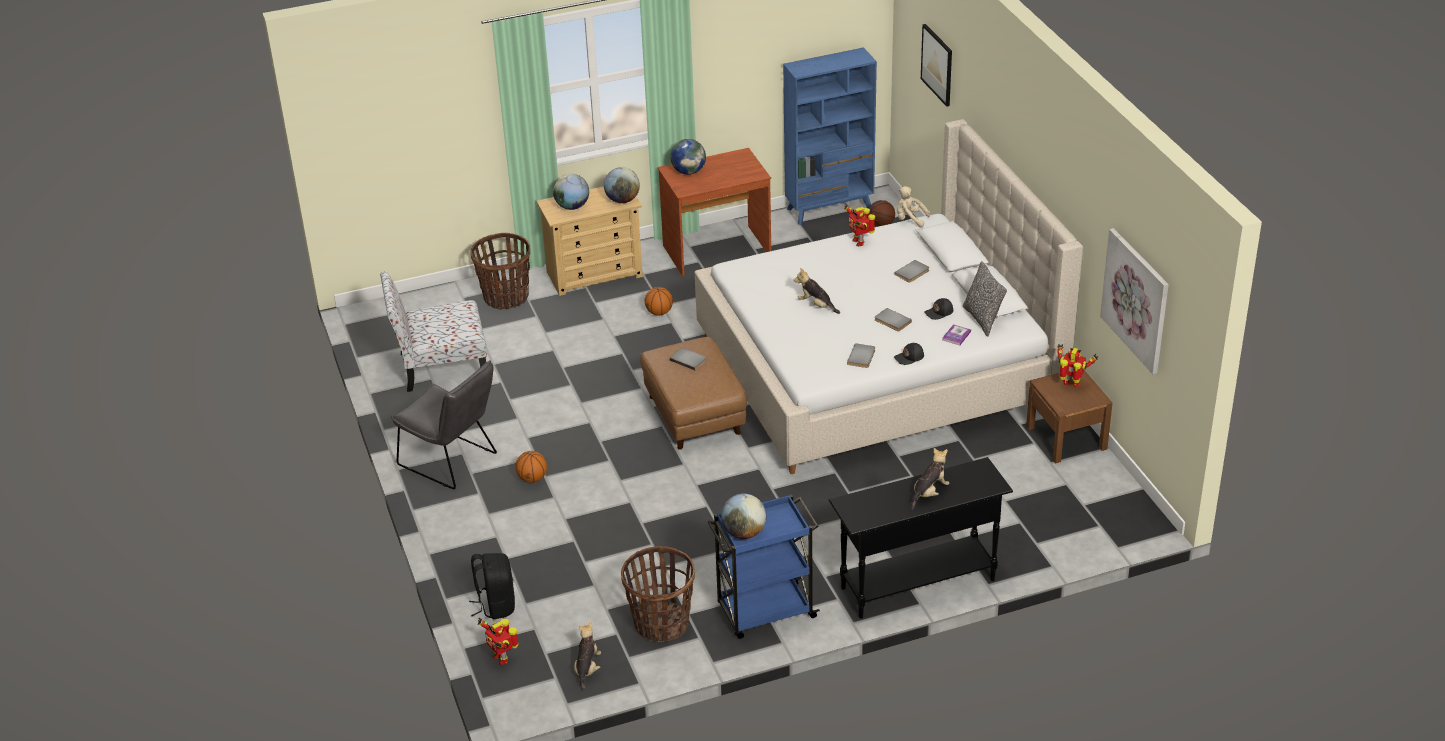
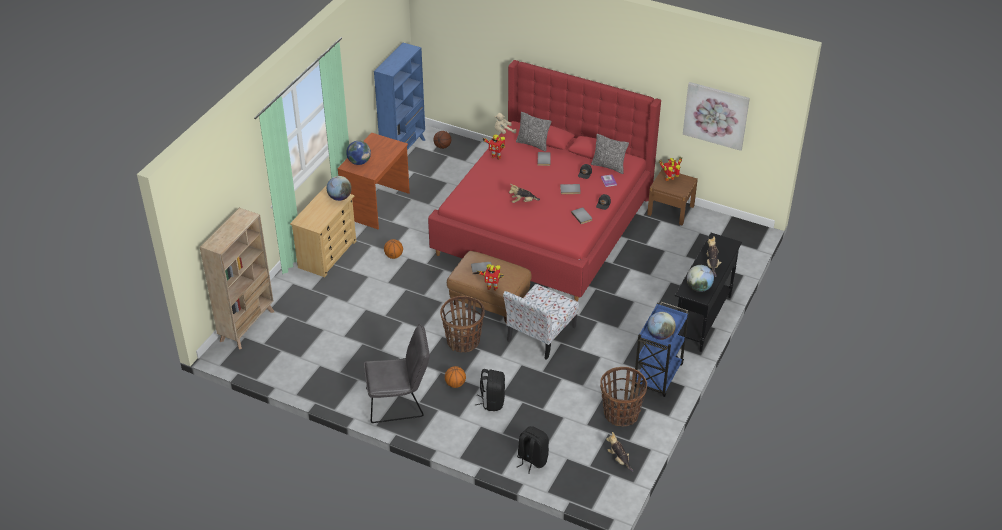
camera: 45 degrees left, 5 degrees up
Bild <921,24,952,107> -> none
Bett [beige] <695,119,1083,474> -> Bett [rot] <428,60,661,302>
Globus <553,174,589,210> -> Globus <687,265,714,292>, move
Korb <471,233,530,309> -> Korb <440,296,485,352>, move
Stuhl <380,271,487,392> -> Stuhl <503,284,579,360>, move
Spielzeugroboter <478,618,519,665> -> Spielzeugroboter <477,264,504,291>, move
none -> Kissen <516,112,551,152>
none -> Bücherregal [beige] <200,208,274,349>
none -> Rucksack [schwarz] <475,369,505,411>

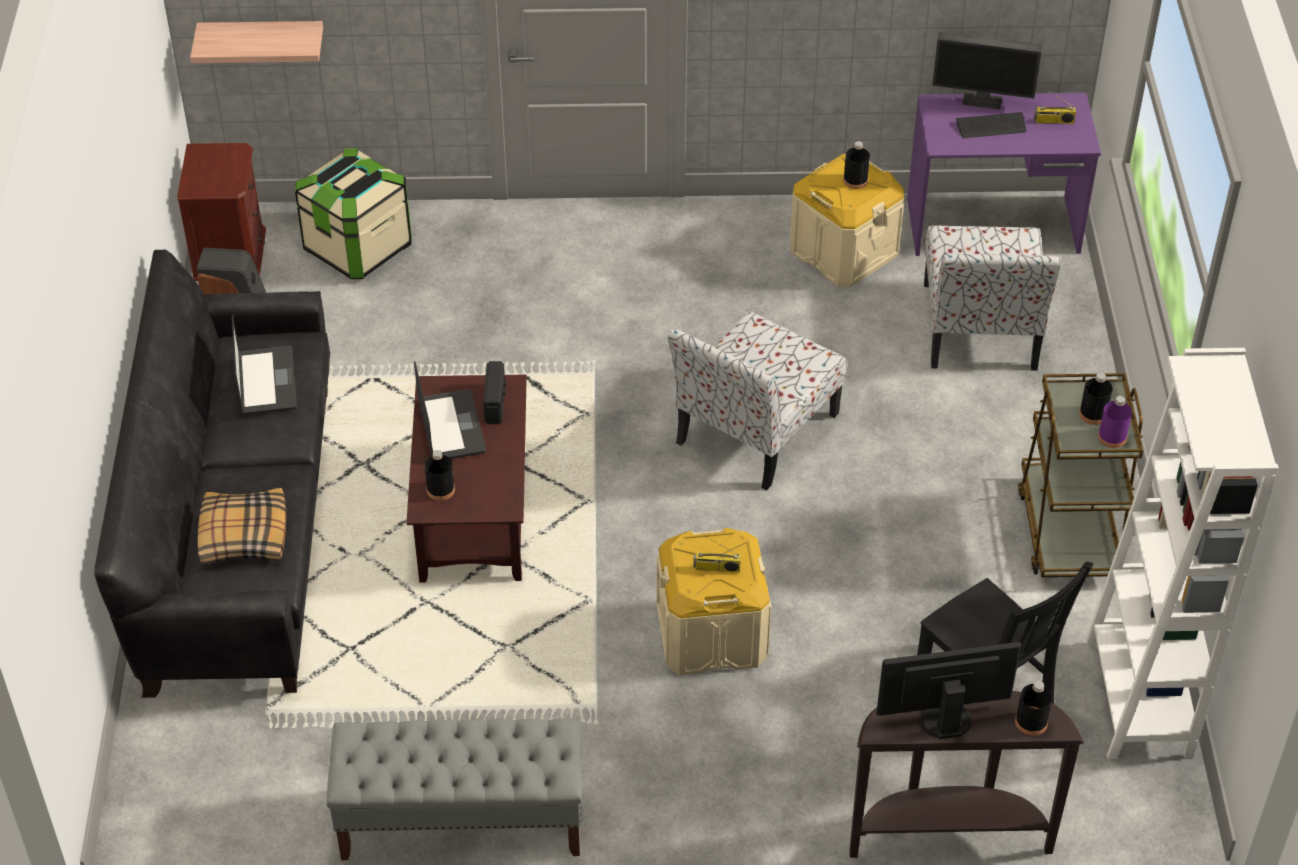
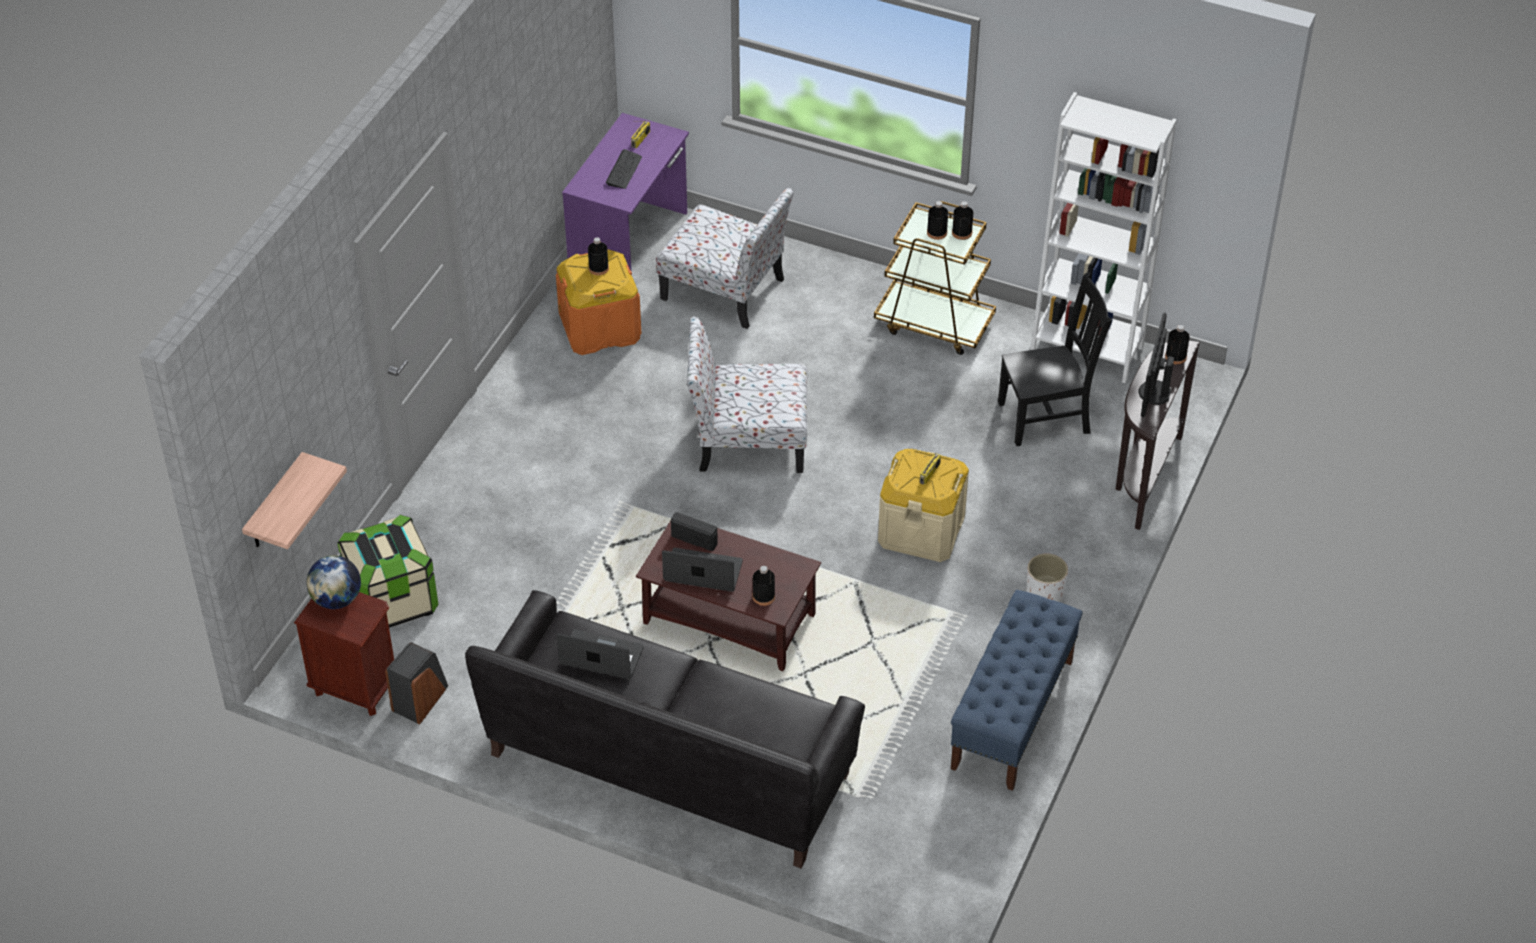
camera: 65 degrees left, 0 degrees up
Monitor <932,32,1043,110> -> none
Aufbewahrungsbox [beige] <790,154,904,287> -> Aufbewahrungsbox [orange] <556,249,642,355>
Stuhl <668,312,847,491> -> Stuhl <687,316,808,473>, 120 degrees clockwise
Flasche [lila] <1098,396,1132,448> -> Flasche [schwarz] <952,201,973,240>
Kissen <197,488,286,565> -> none
Bank [grau] <326,718,582,860> -> Bank [blau] <951,590,1083,791>
none -> Pflanzkübel [weiß] <1026,554,1068,602>
none -> Globus <306,555,361,609>

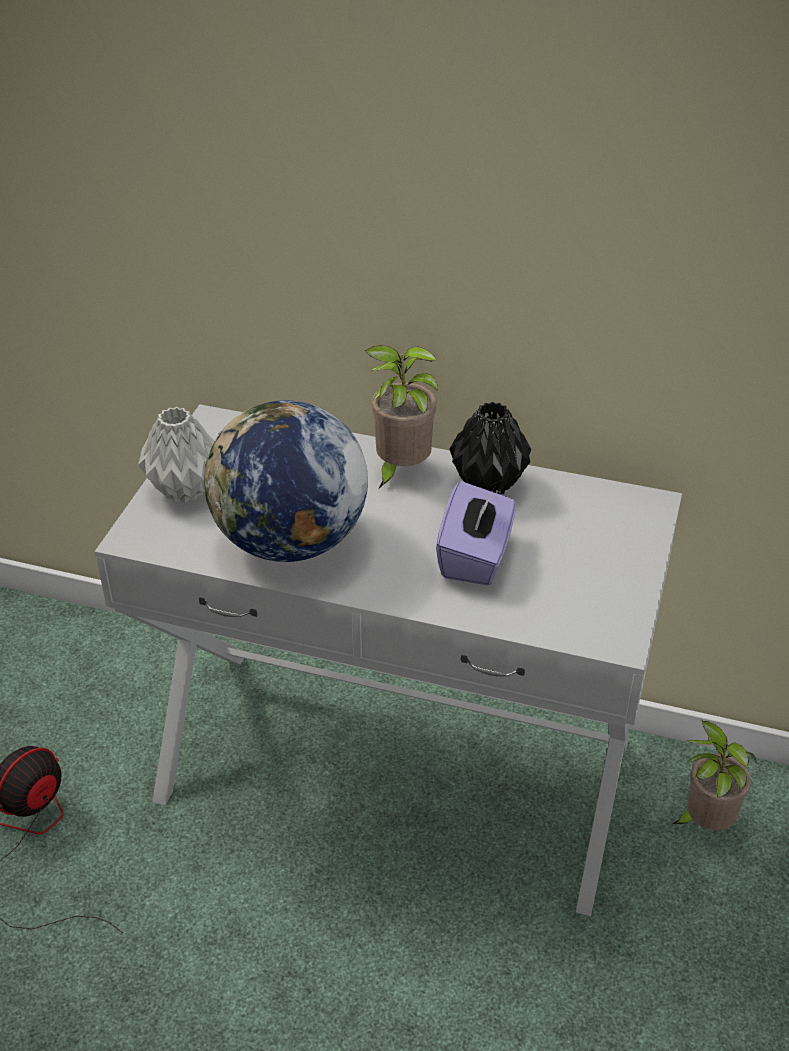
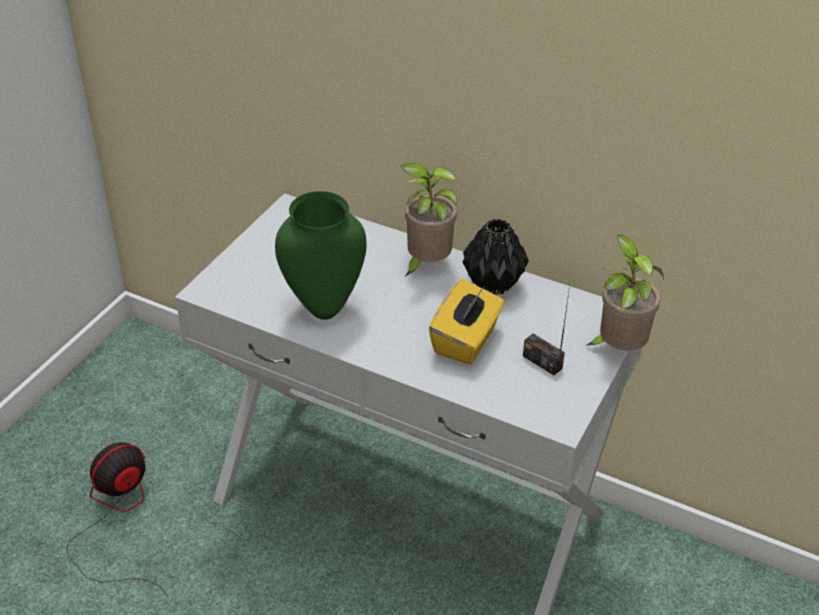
camera: 10 degrees right, 0 degrees up
Globus <204,400,368,562> -> Vase [grün] <275,191,367,320>
Vase [grau] <138,407,215,503> -> none
Taschentuchbox [lila] <436,481,516,585> -> Taschentuchbox [gelb] <429,279,504,364>
Topfpflanze <672,721,757,830> -> Topfpflanze <585,234,664,351>, move
none -> Radio <523,285,570,375>

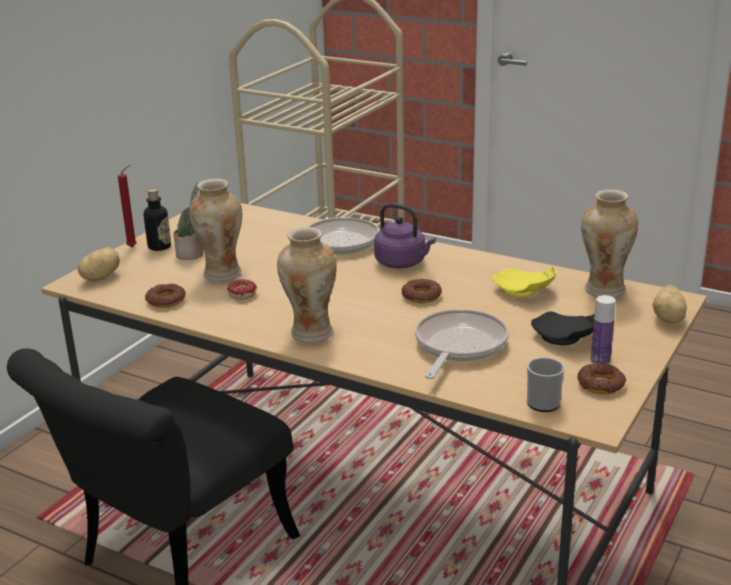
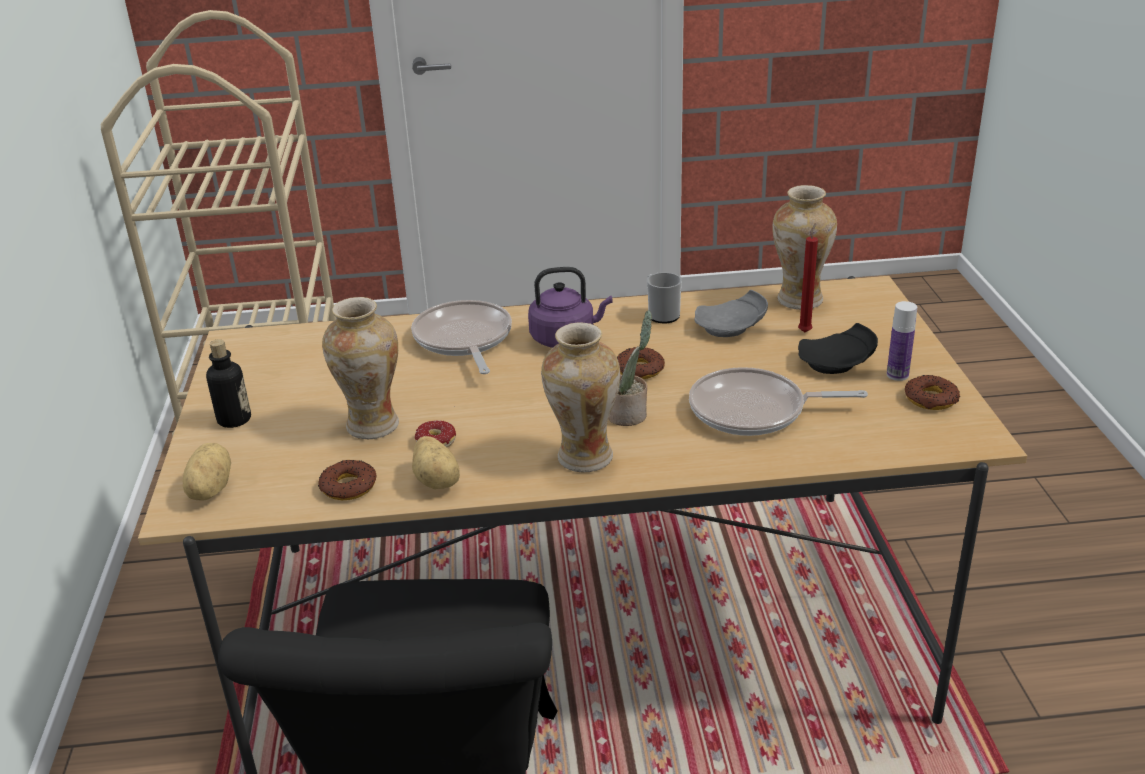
camera: 35 degrees left, 5 degrees up
Kerze [rot] <118,165,137,247> -> Kerze [rot] <798,223,818,332>, move
Topfpflanze <173,183,203,260> -> Topfpflanze <608,310,652,426>, move
Teller [gelb] <493,266,556,298> -> Teller [grau] <694,290,768,337>
Kartoffel <652,285,687,324> -> Kartoffel <412,436,460,489>, move
Pfanne <415,309,509,379> -> Pfanne <689,367,868,436>, 75 degrees counterclockwise
Henkelbecher <527,357,565,412> -> Henkelbecher <647,272,682,323>, move

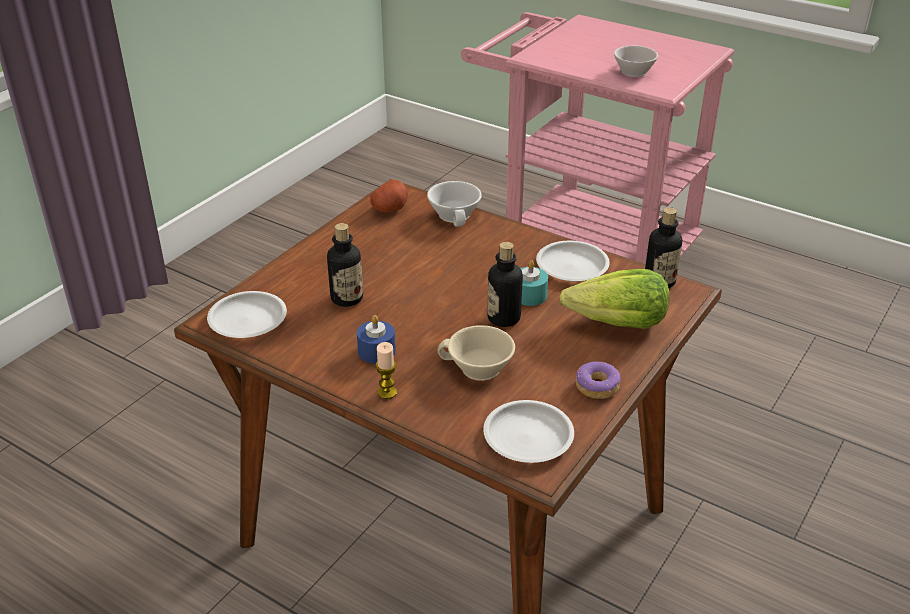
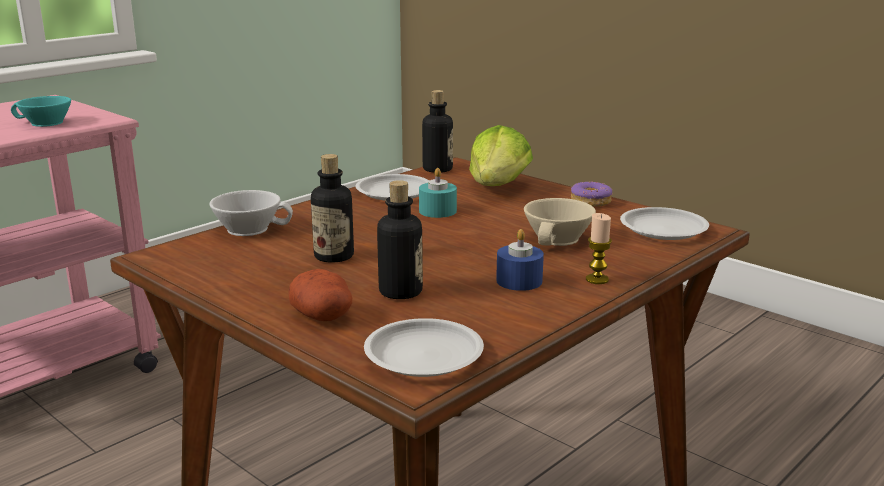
camera: 80 degrees left, 15 degrees down
Tasse [weiß] <614,45,658,77> -> Tasse [türkis] <11,96,71,127>
Kartoffel <370,179,408,212> -> Kartoffel <288,269,352,321>, move
Flasche <487,242,523,327> -> Flasche <311,154,354,263>, move

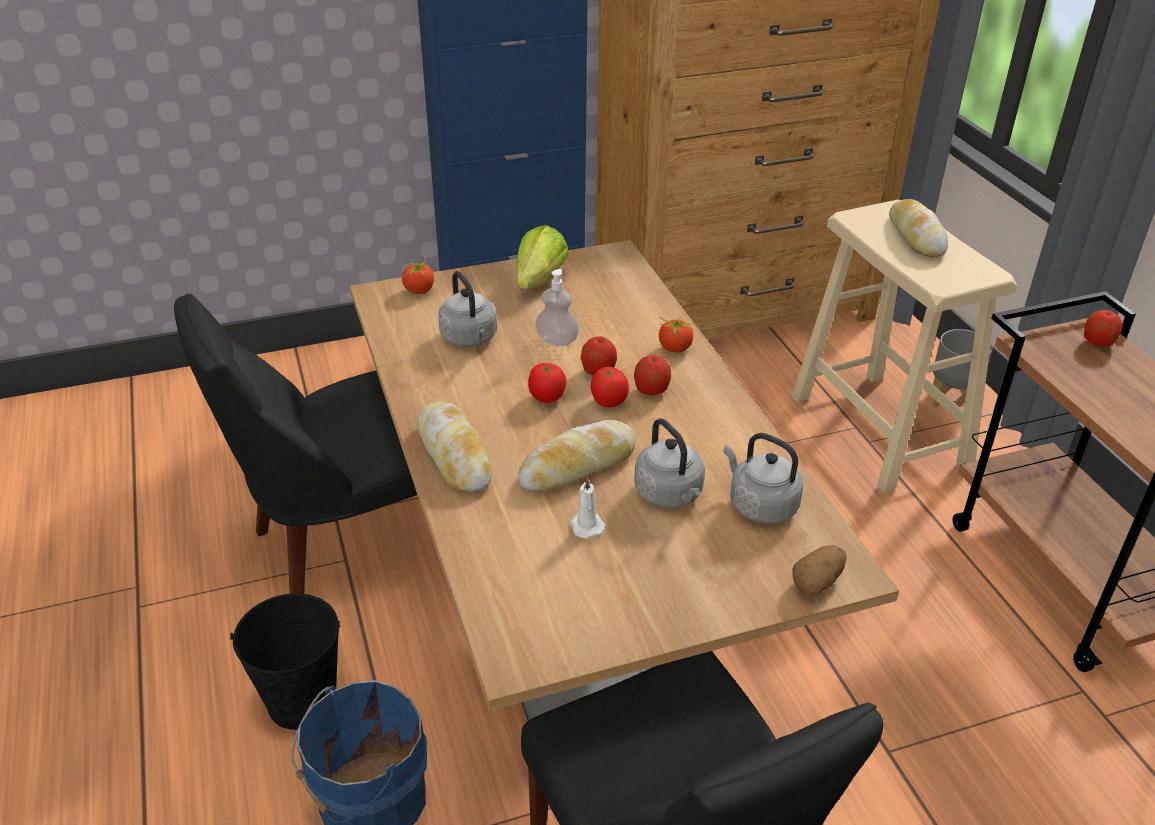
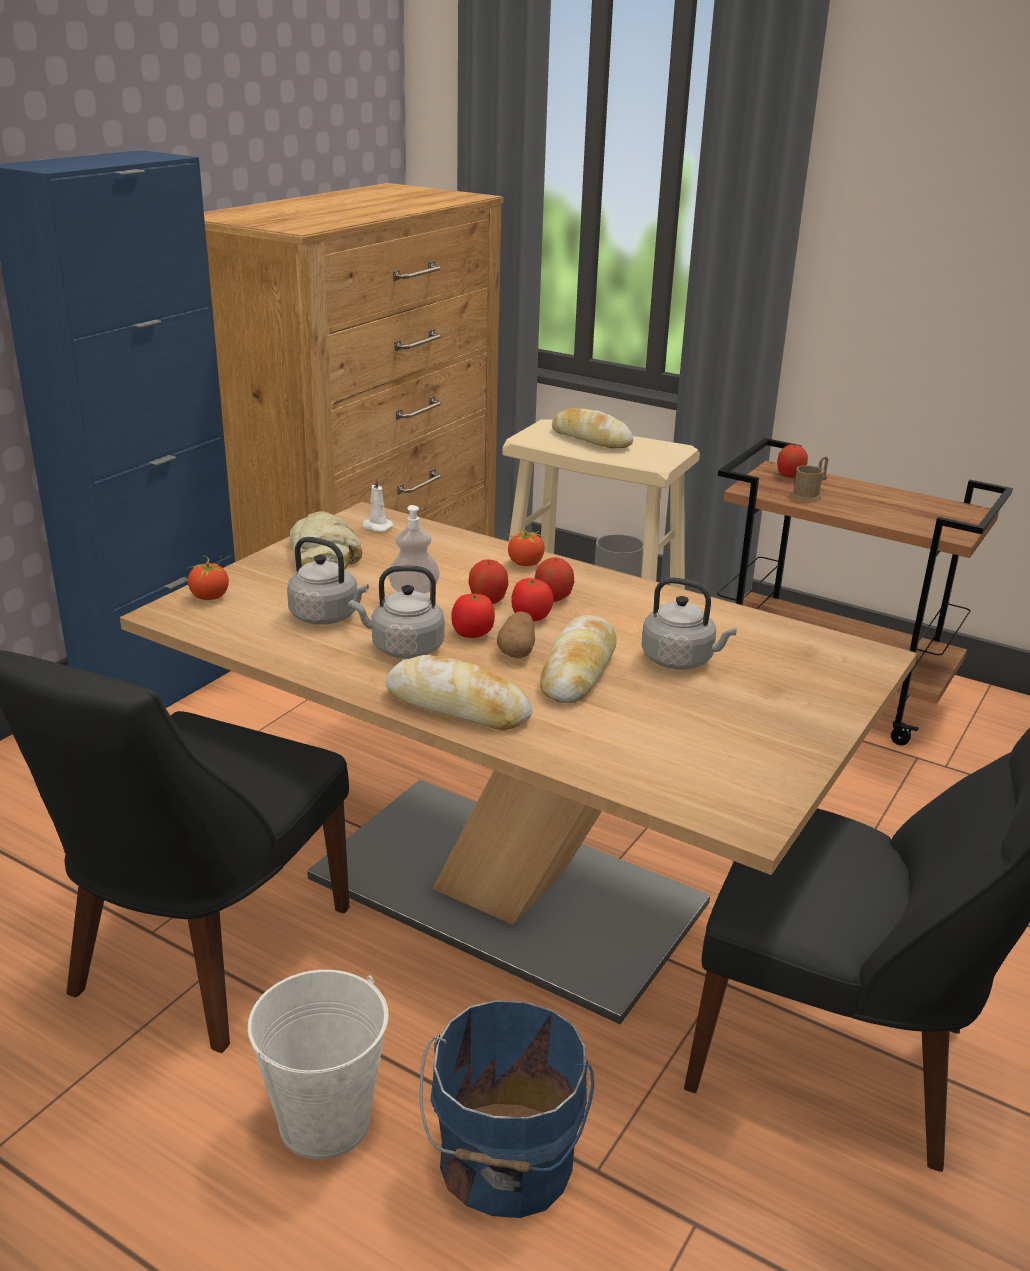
camera: 40 degrees left, 10 degrees down
Salatkopf <516,225,569,290> -> Brot <290,511,362,569>
Wasserkessel [grau] <723,433,803,524> -> Wasserkessel [grau] <351,565,444,659>, move
Kerze [weiß] <570,477,605,539> -> Kerze [weiß] <362,476,393,532>, move
Kartoffel <792,545,847,596> -> Kartoffel <497,611,535,658>, move
Eimer [schwarz] <230,593,340,730> -> Eimer [weiß] <248,970,389,1160>
none -> Henkelbecher [braun] <790,456,828,502>

